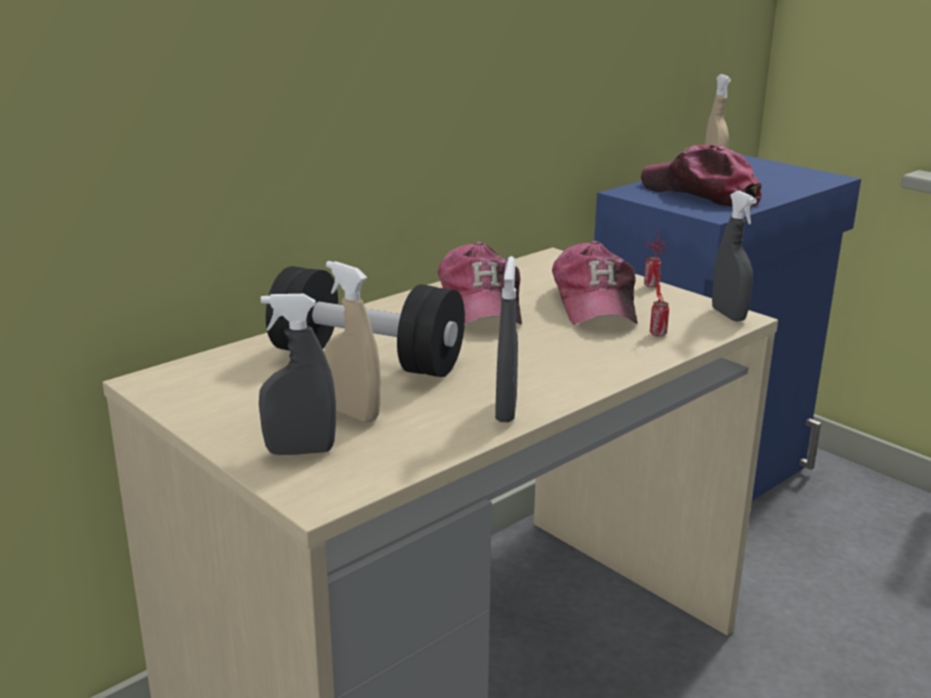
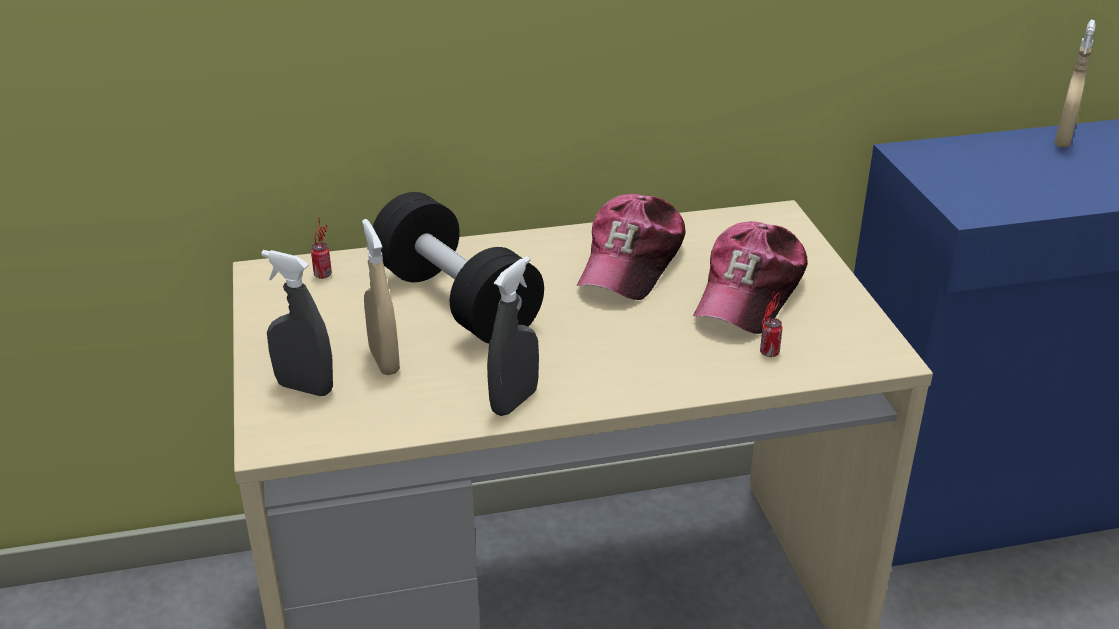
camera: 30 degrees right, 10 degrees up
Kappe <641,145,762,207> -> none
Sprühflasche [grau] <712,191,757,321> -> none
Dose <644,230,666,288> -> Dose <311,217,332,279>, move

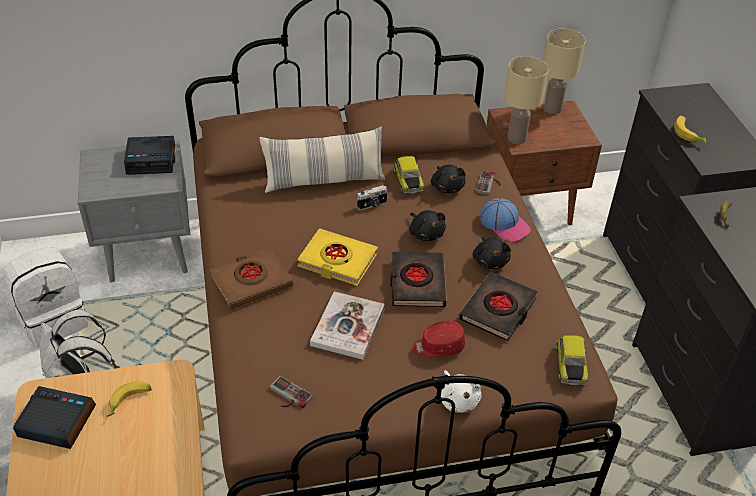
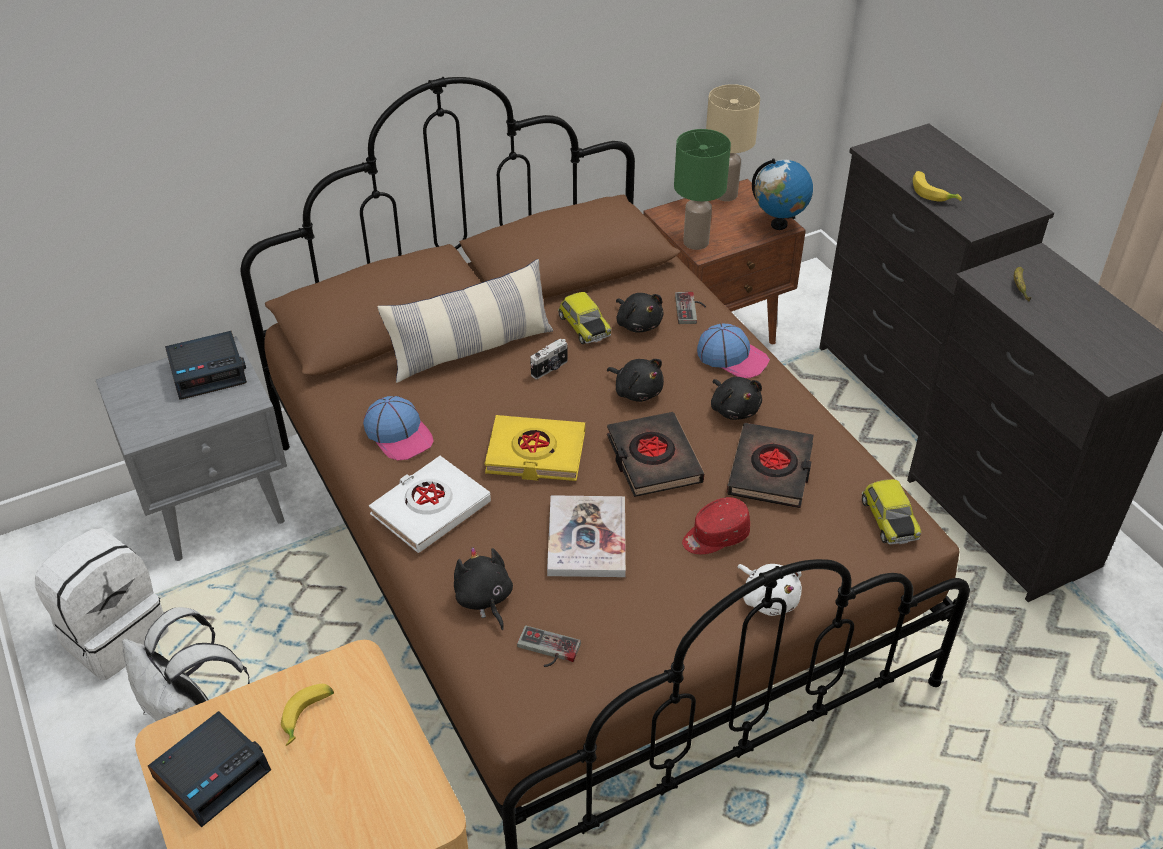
camera: 15 degrees left, 0 degrees up
Tischlampe [beige] <504,56,549,144> -> Tischlampe [grün] <674,129,731,250>
Buch [braun] <210,247,293,309> -> Buch [weiß] <369,456,491,553>
Wecker <13,386,96,449> -> Wecker <148,711,271,828>, 135 degrees clockwise
none -> Globus <752,159,813,230>
none -> Kappe <363,396,434,461>
none -> Plüschtier [schwarz] <454,547,513,630>

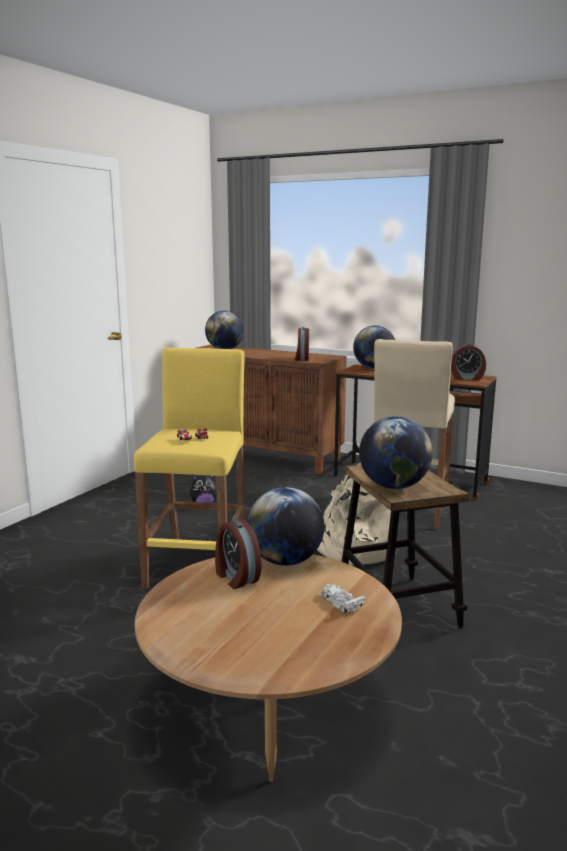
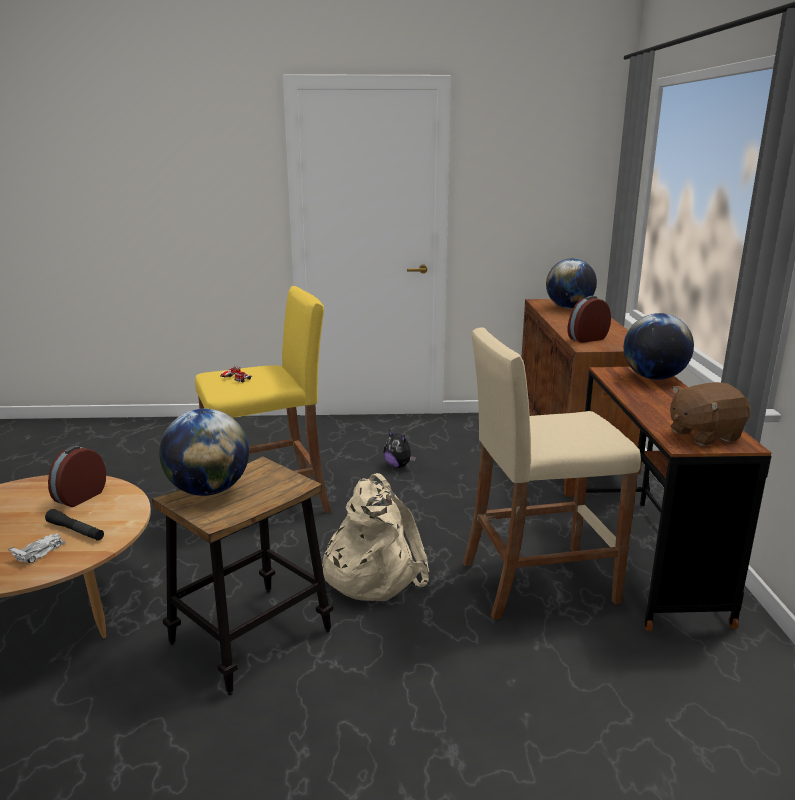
camera: 60 degrees right, 5 degrees up
Wecker <451,344,486,380> -> Plüschtier [braun] <670,382,751,446>
Globus <247,487,324,566> -> none
none -> Taschenlampe [schwarz] <45,509,104,541>

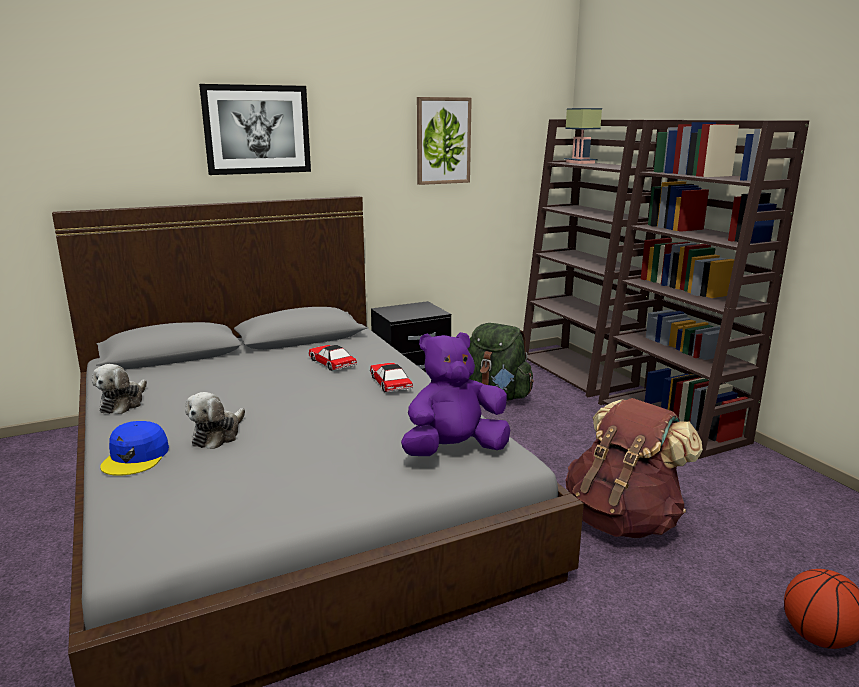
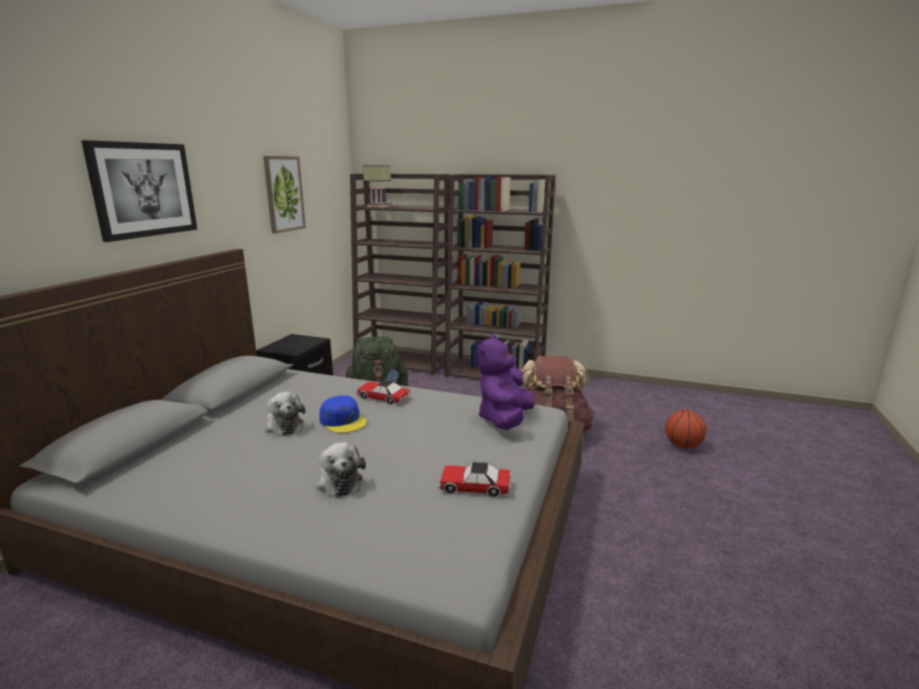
camera: 45 degrees left, 0 degrees up
Spielzeugauto <308,345,357,371> -> Spielzeugauto <438,462,510,497>, move
Plüschtier <92,364,147,414> -> Plüschtier <265,392,305,436>, move
Kappe [blau] <100,421,169,476> -> Kappe [blau] <319,395,366,433>, move

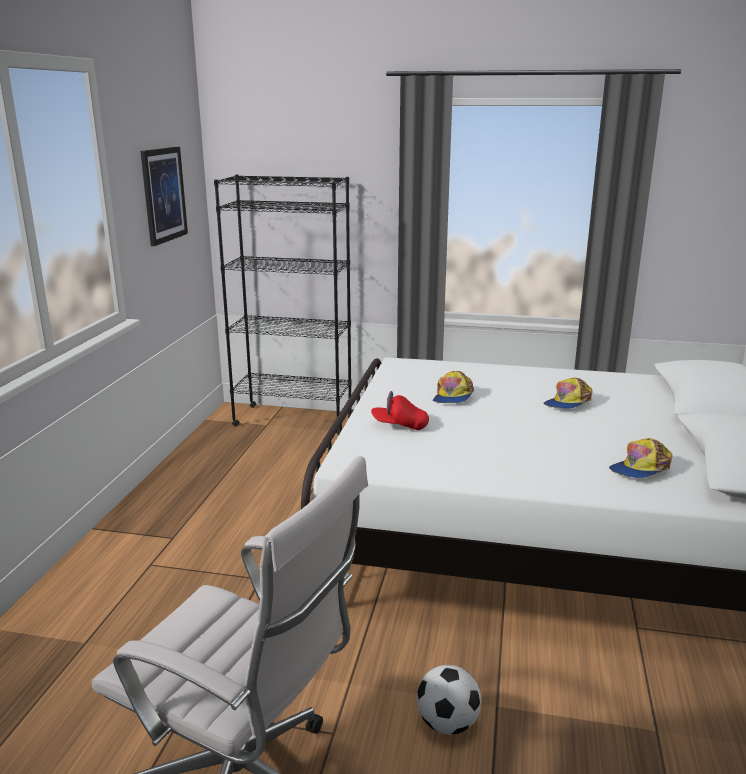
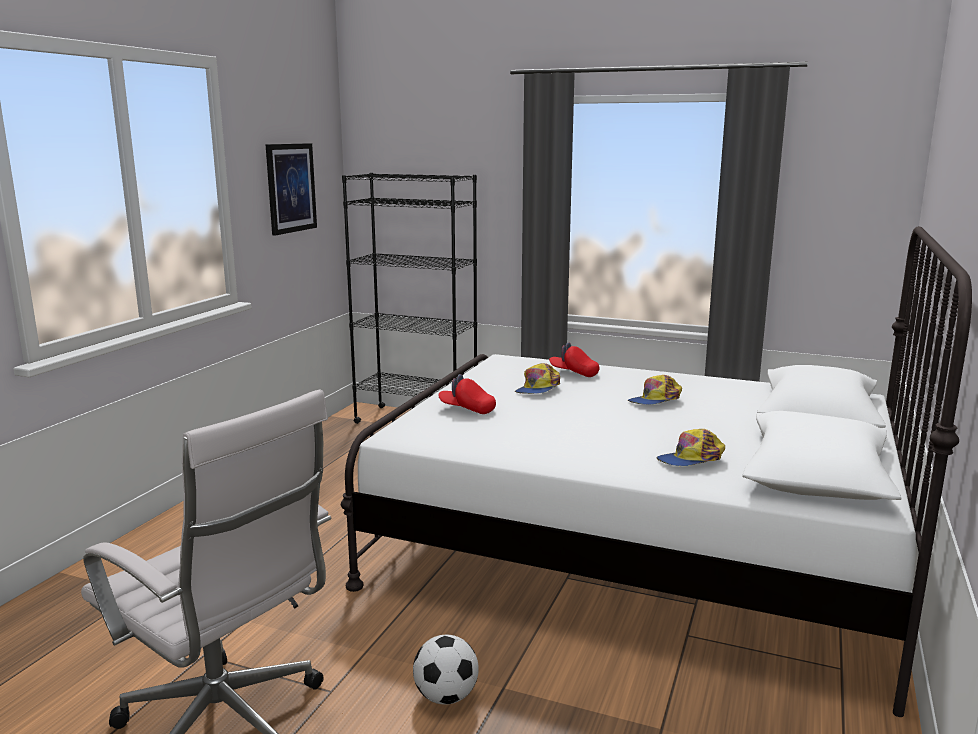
camera: 10 degrees right, 5 degrees down
none -> Kappe [rot] <549,342,599,377>

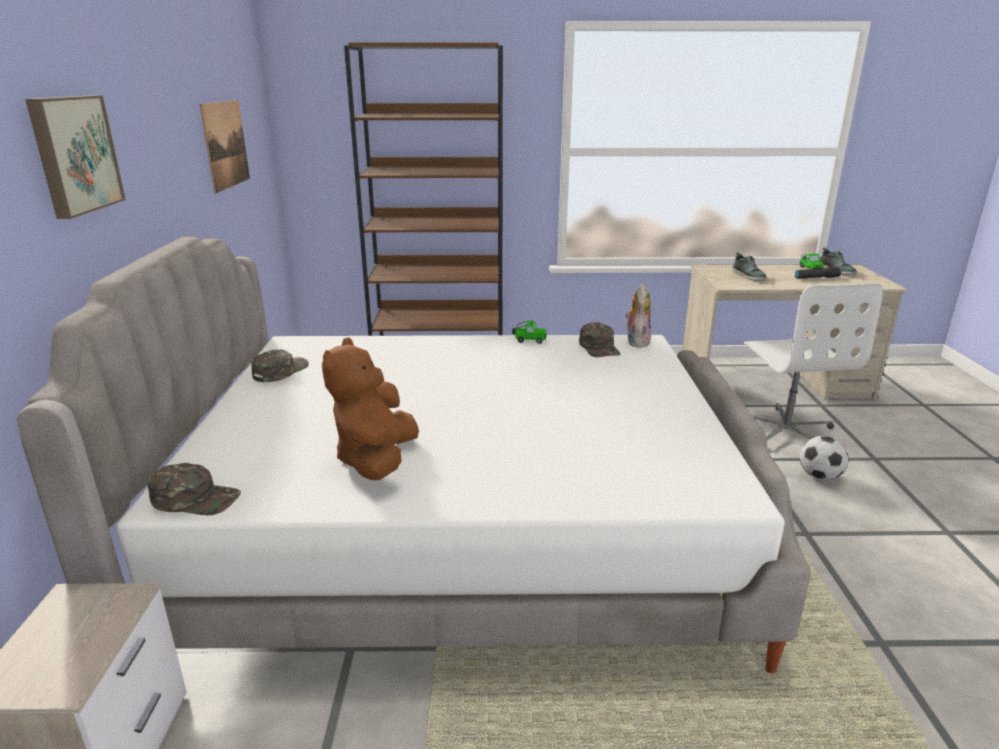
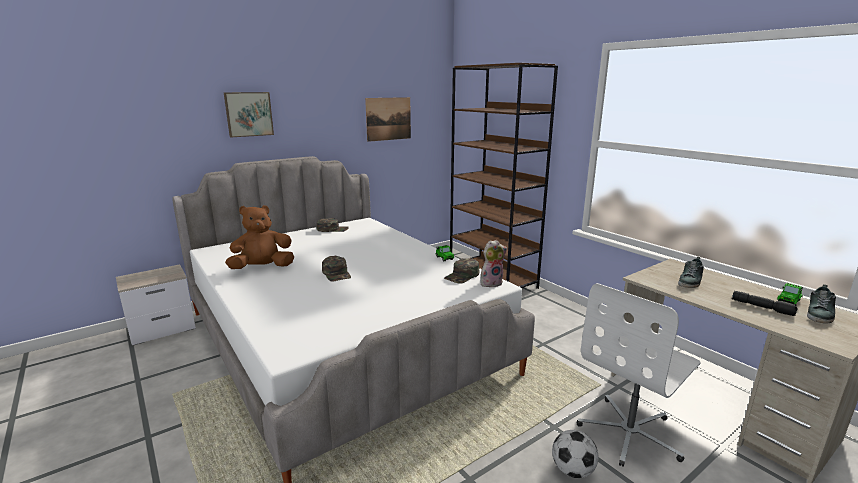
camera: 55 degrees right, 5 degrees down
Kappe [grün] <147,463,241,515> -> Kappe [grün] <322,256,351,281>, move

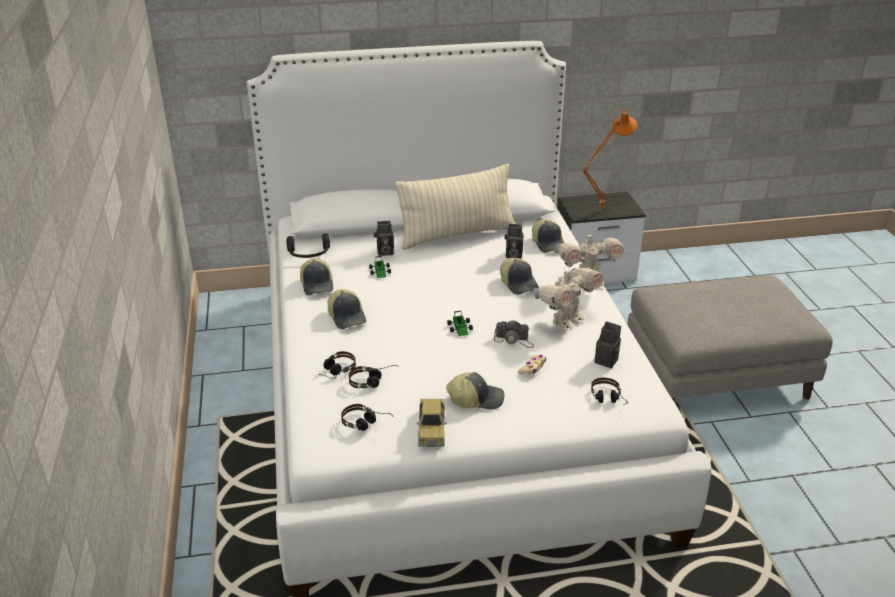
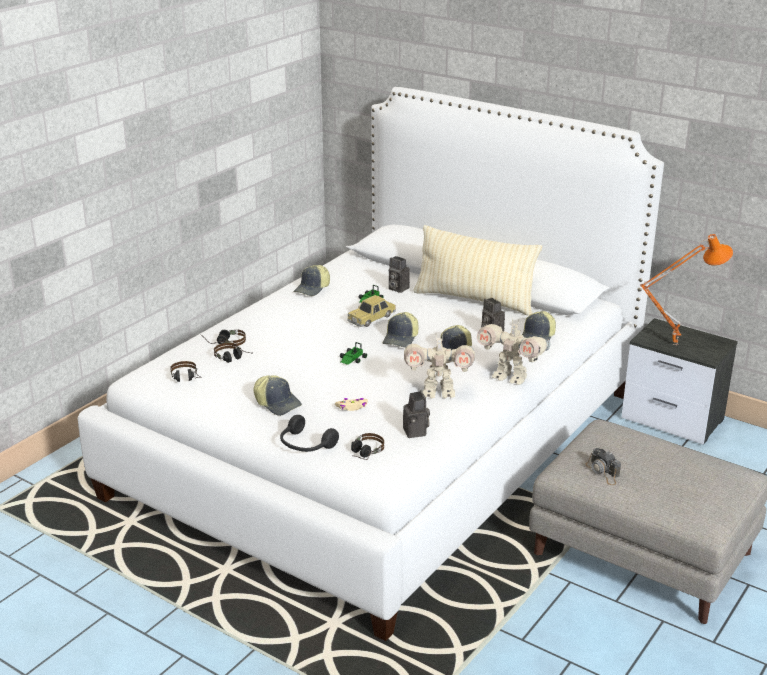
camera: 45 degrees right, 5 degrees down
Kopfhörer [schwarz] <287,233,330,258> -> Kopfhörer [schwarz] <280,415,339,452>, move
Kappe <327,289,366,329> -> Kappe <383,312,419,347>, move
Kamera <494,321,534,348> -> Kamera <585,448,621,485>, move
Spielzeugauto <417,399,446,447> -> Spielzeugauto <347,295,396,327>, move

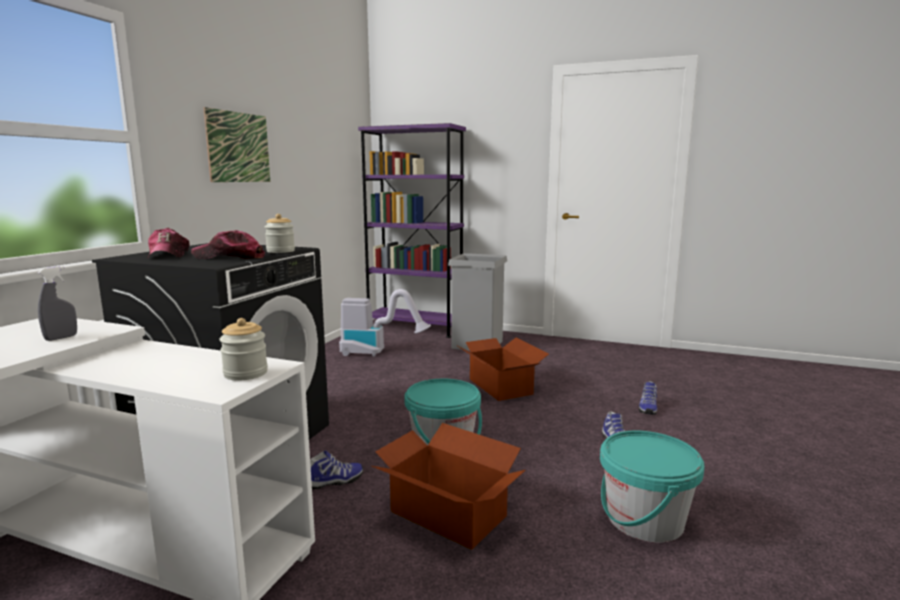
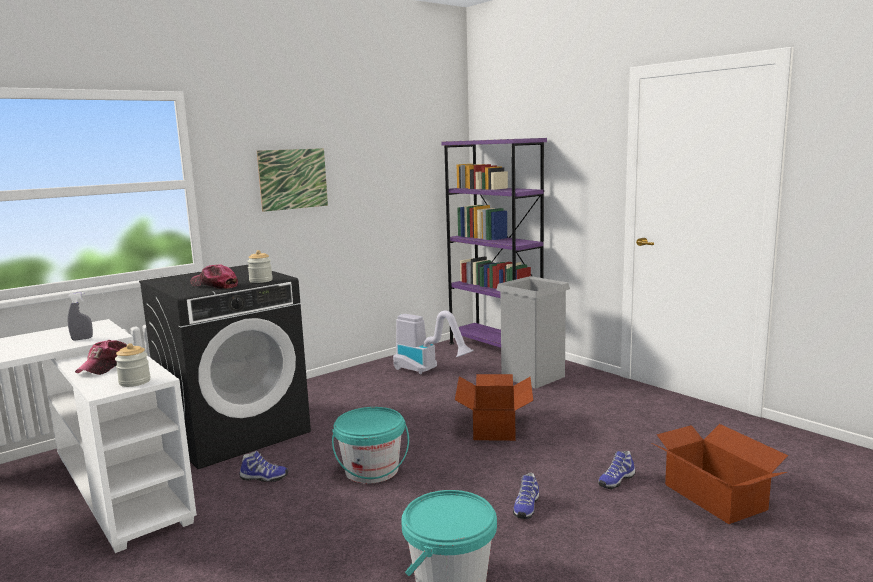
camera: 30 degrees right, 0 degrees up
Kappe <148,228,190,258> -> Kappe <75,340,127,375>, move
Karton <372,423,526,550> -> Karton <652,424,788,524>, move

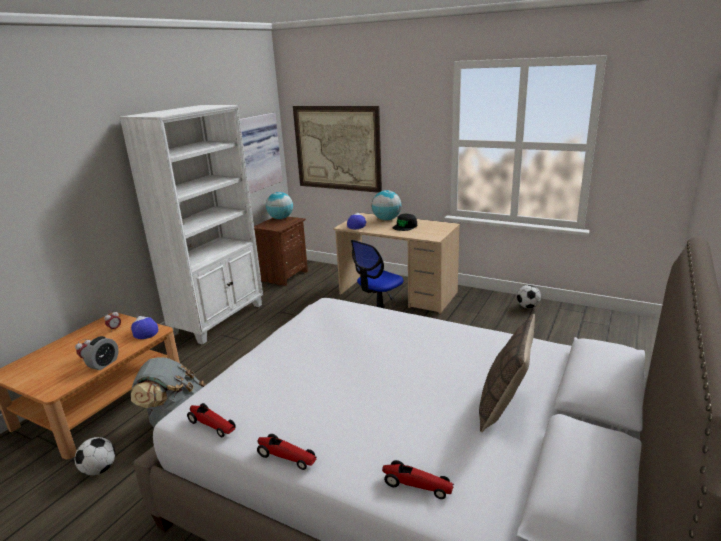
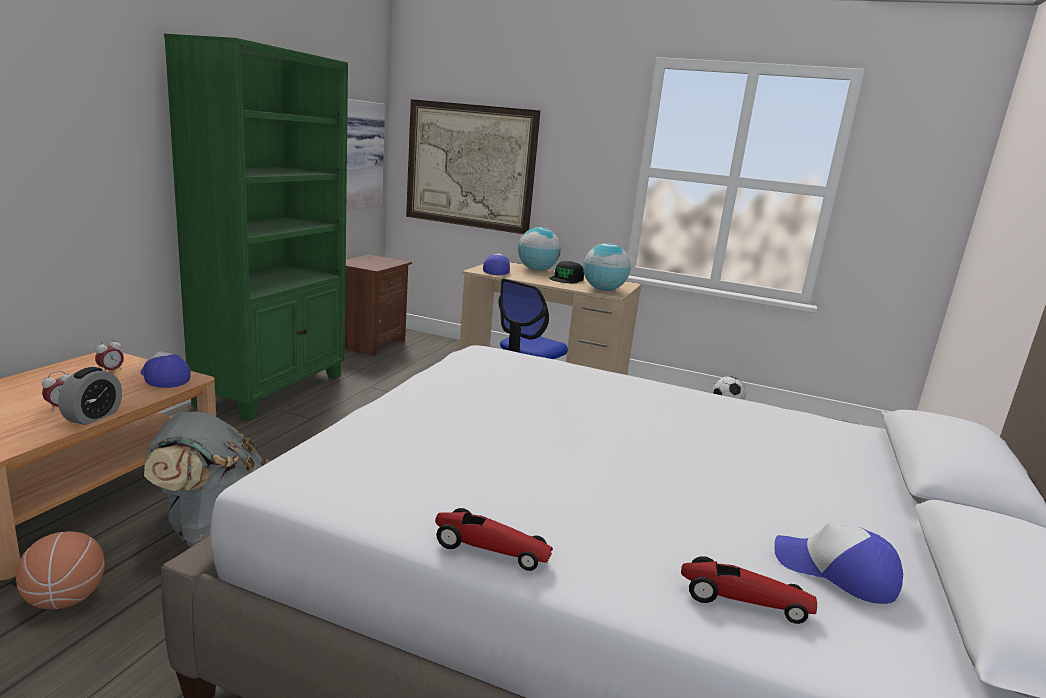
camera: 10 degrees left, 5 degrees down
Bücherregal [weiß] <119,105,263,345> -> Bücherregal [grün] <164,34,348,421>
Globus <266,192,293,219> -> Globus <583,243,631,291>, move
Kissen <479,314,535,432> -> none
Spielzeugauto <187,403,236,437> -> none
Fußball <75,437,115,476> -> Basketball <16,531,105,610>
none -> Kappe <774,524,903,604>

